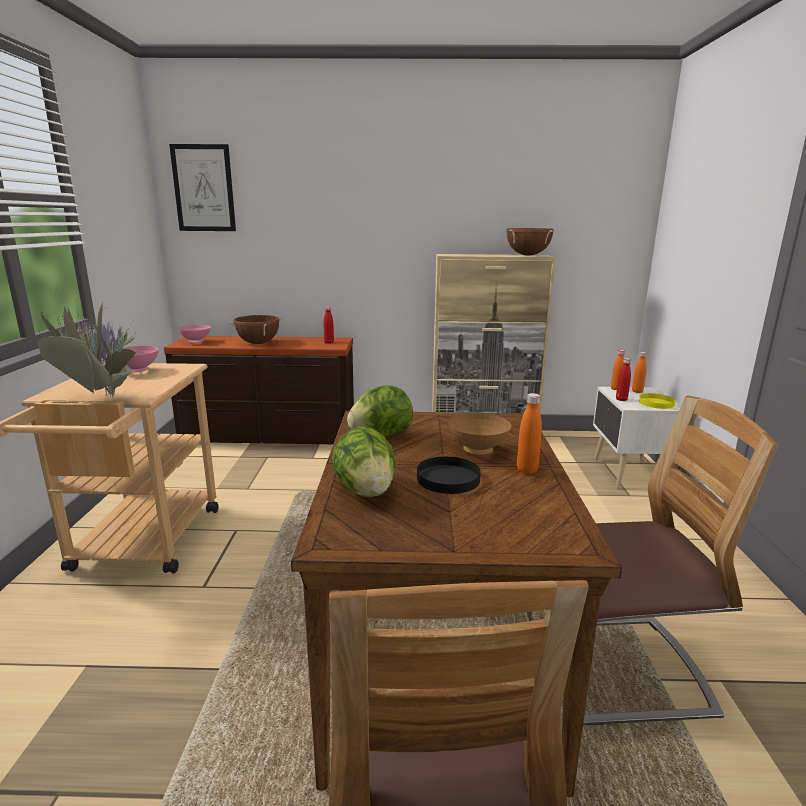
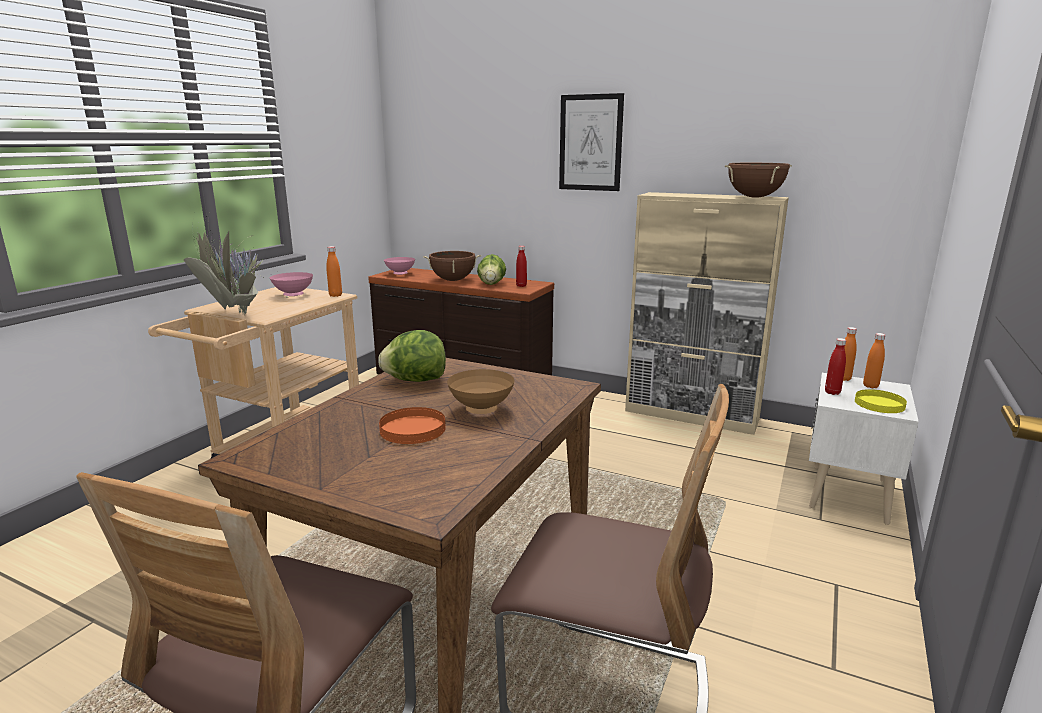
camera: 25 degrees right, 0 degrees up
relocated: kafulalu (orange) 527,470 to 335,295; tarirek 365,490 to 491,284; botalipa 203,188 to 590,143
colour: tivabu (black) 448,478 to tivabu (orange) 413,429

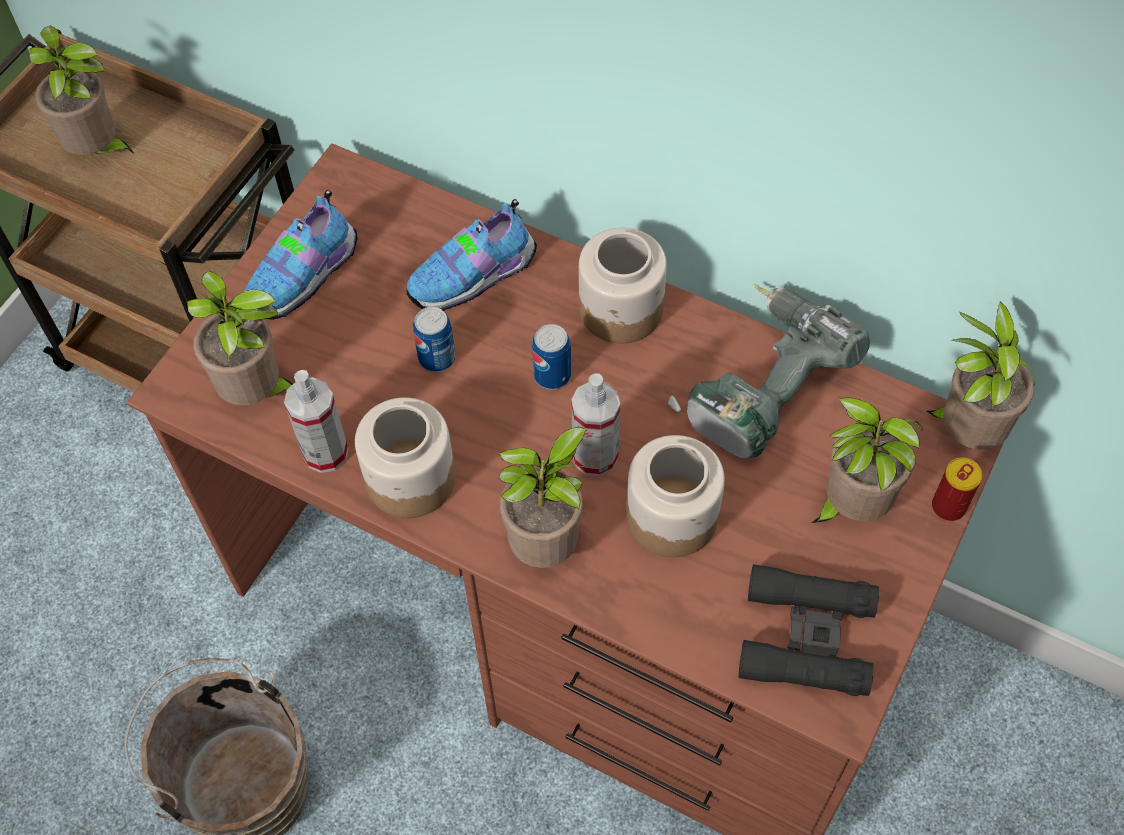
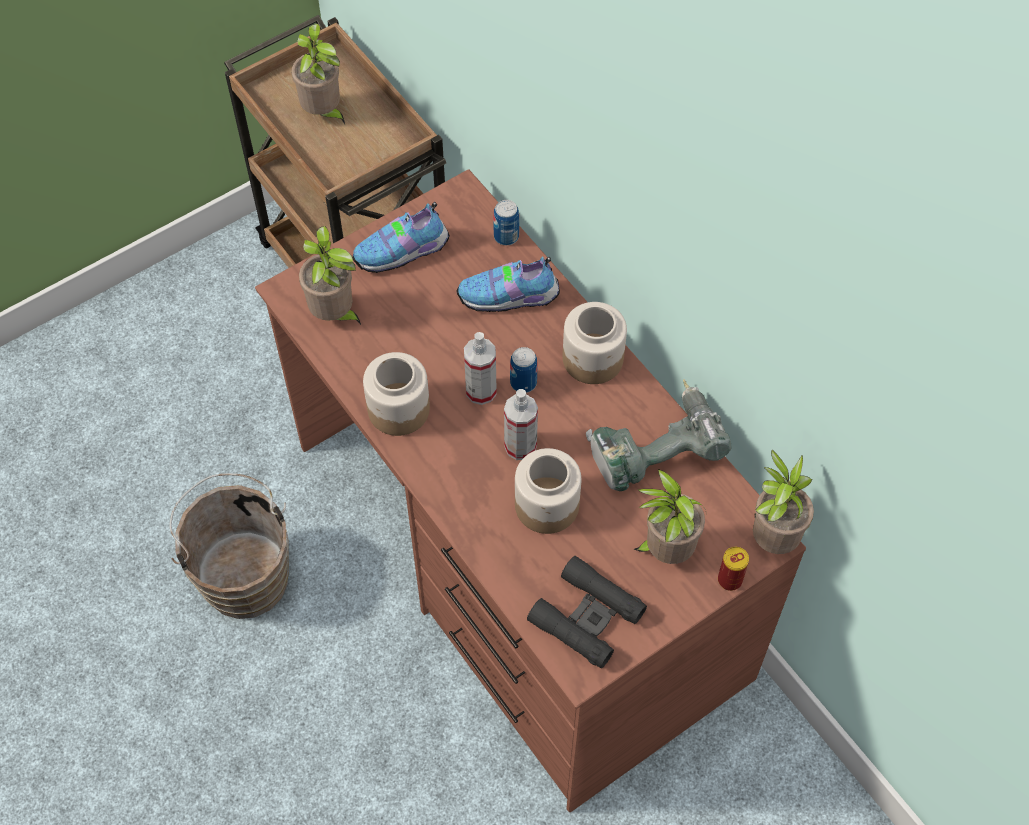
camera: 25 degrees right, 0 degrees up
missing: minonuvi 548,546
relocated: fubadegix 325,453 to 481,391; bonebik 437,358 to 506,236

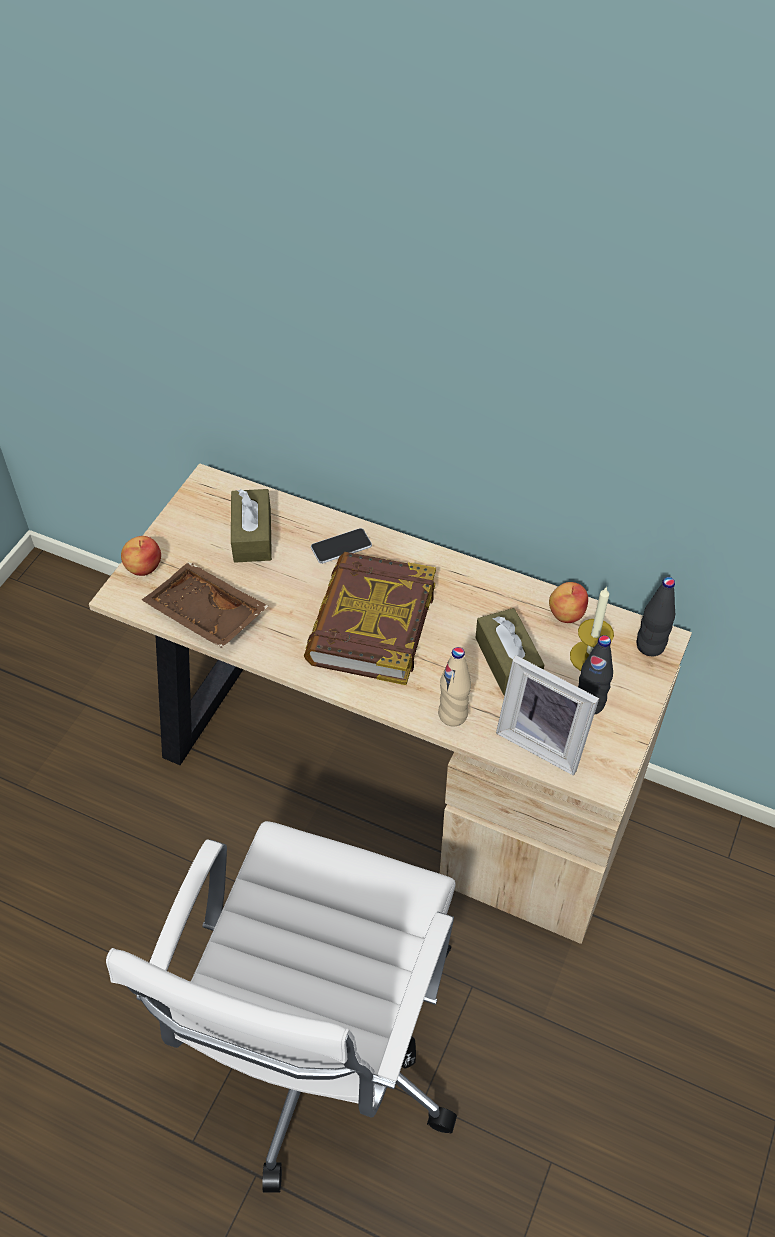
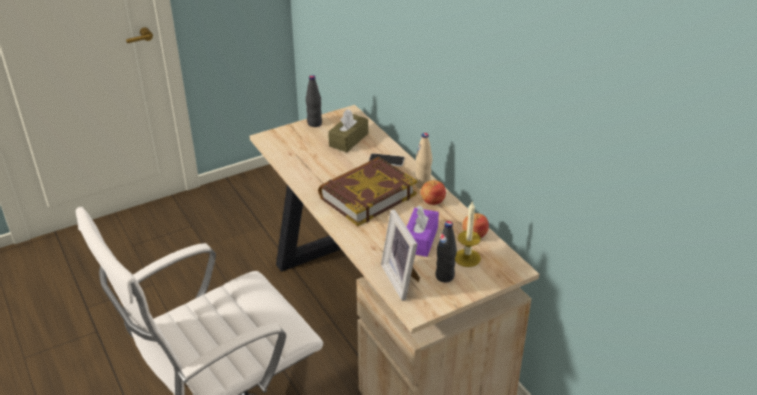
camera: 35 degrees right, 15 degrees down
missing: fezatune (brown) 204,615
relocated: kafulalu (black) 650,646 to 314,123; kafulalu (beige) 453,715 to 422,184; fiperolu 143,567 to 432,201
colour: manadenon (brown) 507,661 to manadenon (purple) 420,239

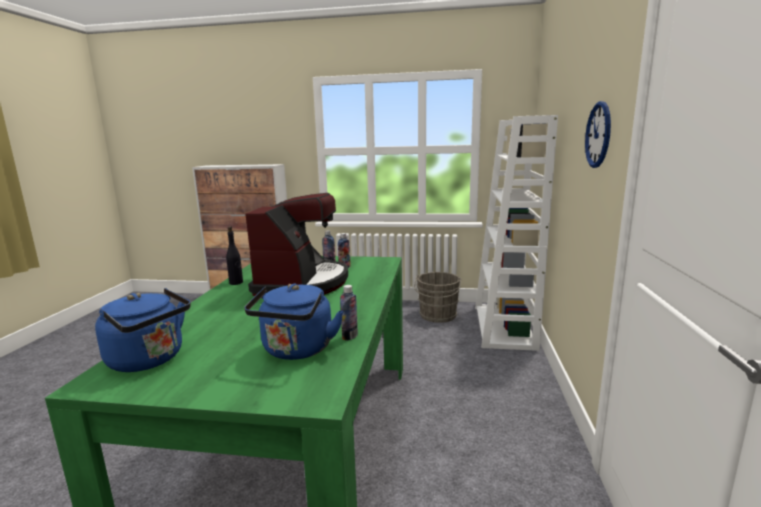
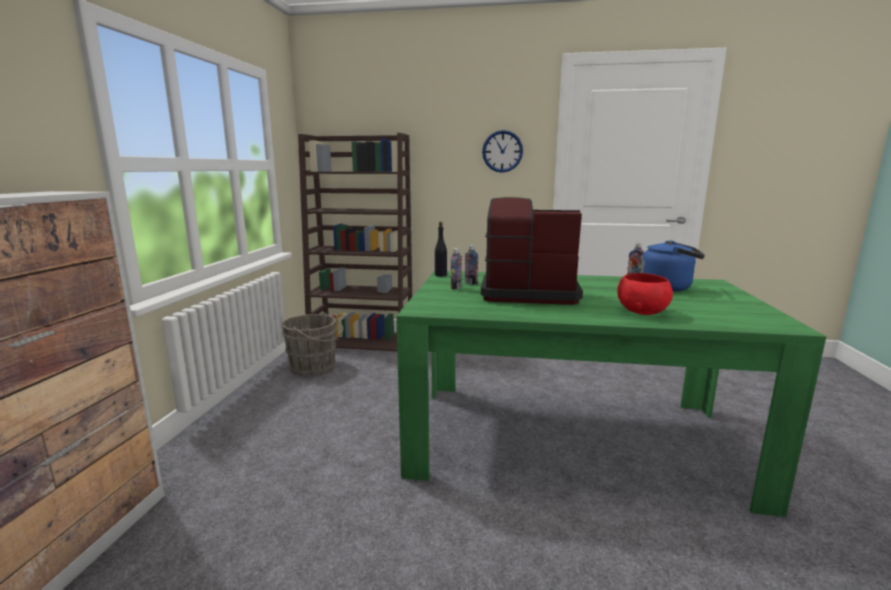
camera: 90 degrees left, 0 degrees up
missing: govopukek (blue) 150,360
appeared: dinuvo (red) 641,312
relocated: kafulalu (black) 236,283 to 441,275
colour: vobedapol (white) 504,327 to vobedapol (brown) 363,341

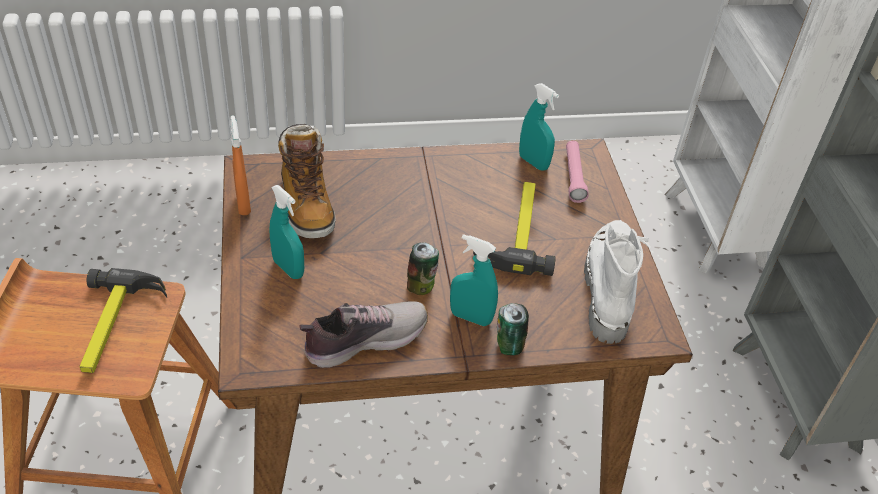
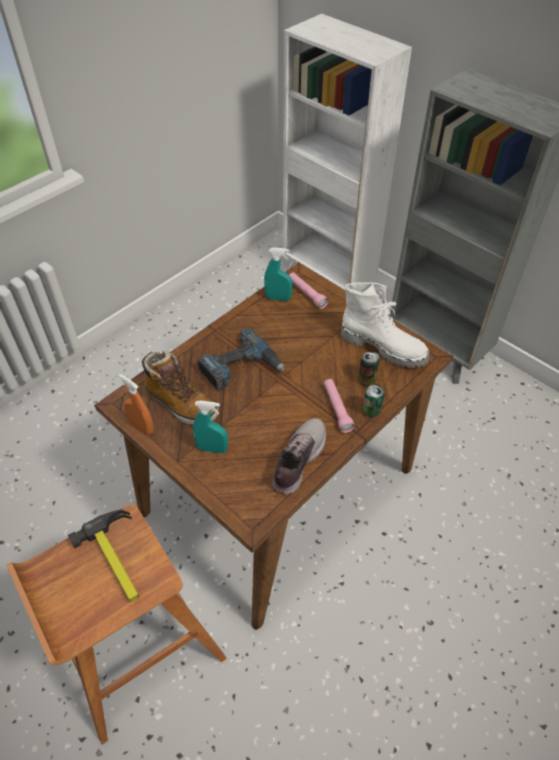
camera: 35 degrees left, 5 degrees up
missing: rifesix 517,231
appeared: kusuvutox 241,368
relocated: bonebik 421,286 to 367,379
exchanged: fubadegix (turquoise) 470,317 to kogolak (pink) 337,409
spun: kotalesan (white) 607,288 = 384,347 150 degrees clockwise

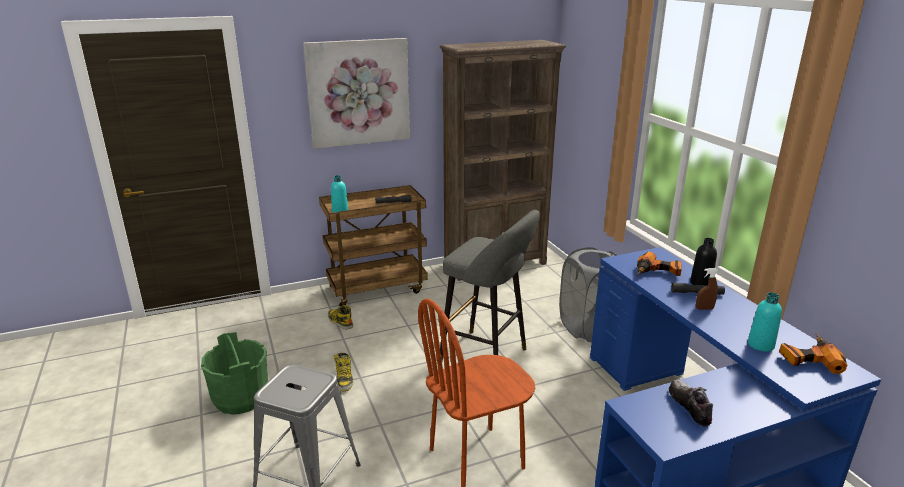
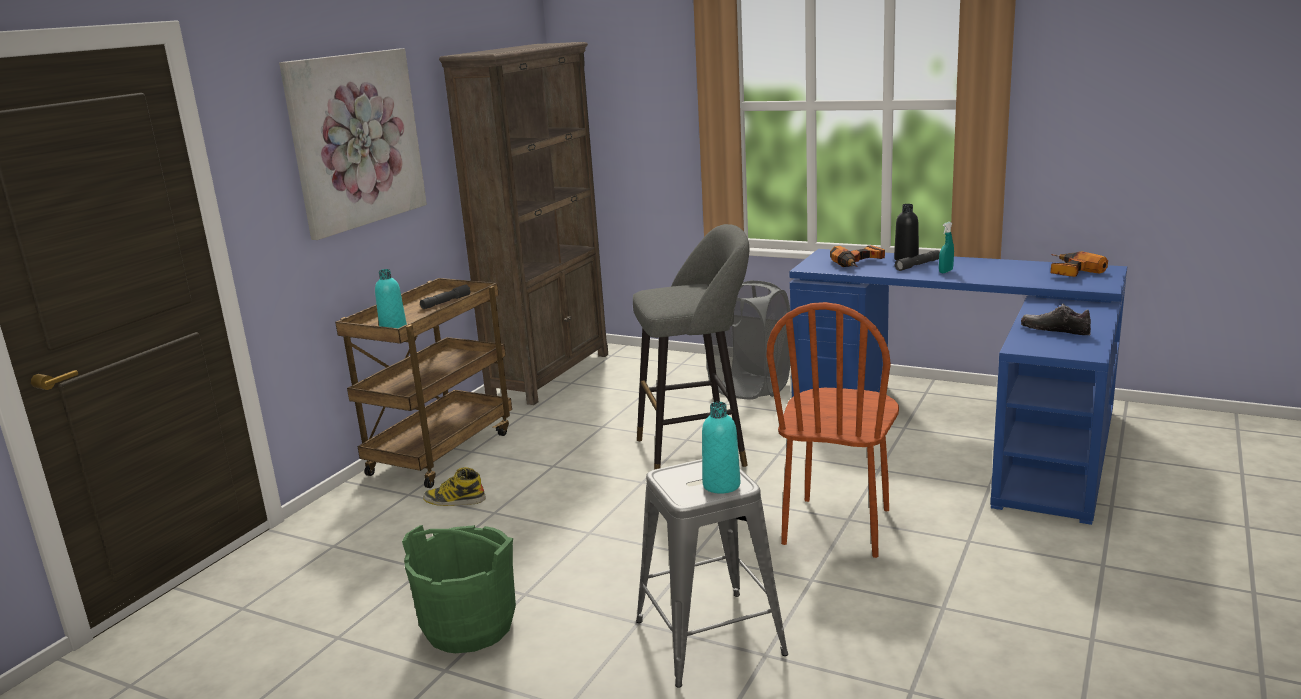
camera: 40 degrees left, 5 degrees down
missing: kotalesan 344,379
relocated: kafulalu (turquoise) 760,345 to 721,485
colour: fubadegix (brown) 704,308 to fubadegix (turquoise) 945,271

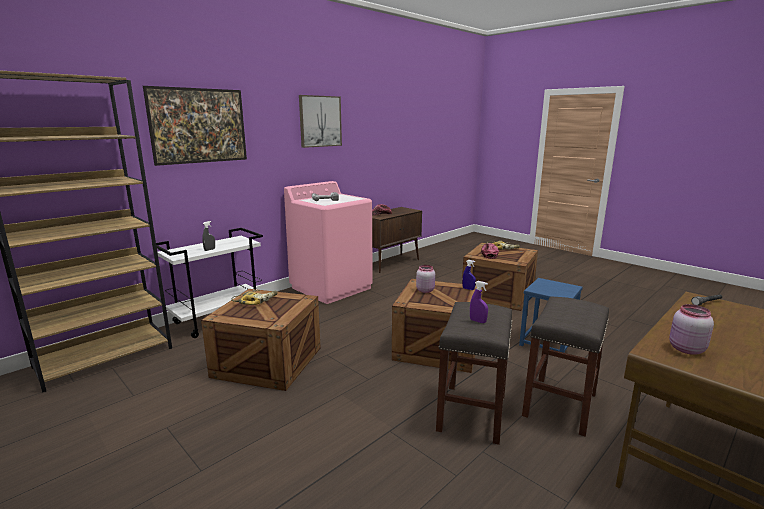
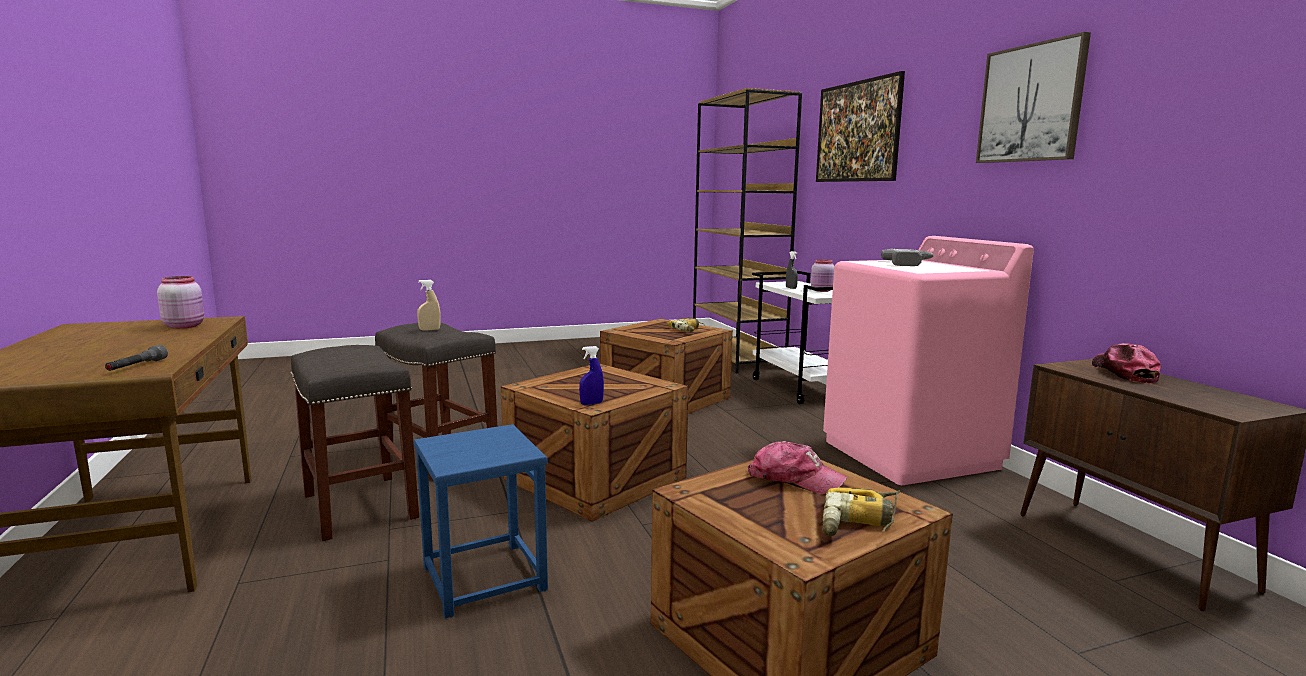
camera: 115 degrees right, 5 degrees down
relocated: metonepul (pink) 425,290 to 822,290
colour: fubadegix (purple) 477,321 to fubadegix (beige) 429,329

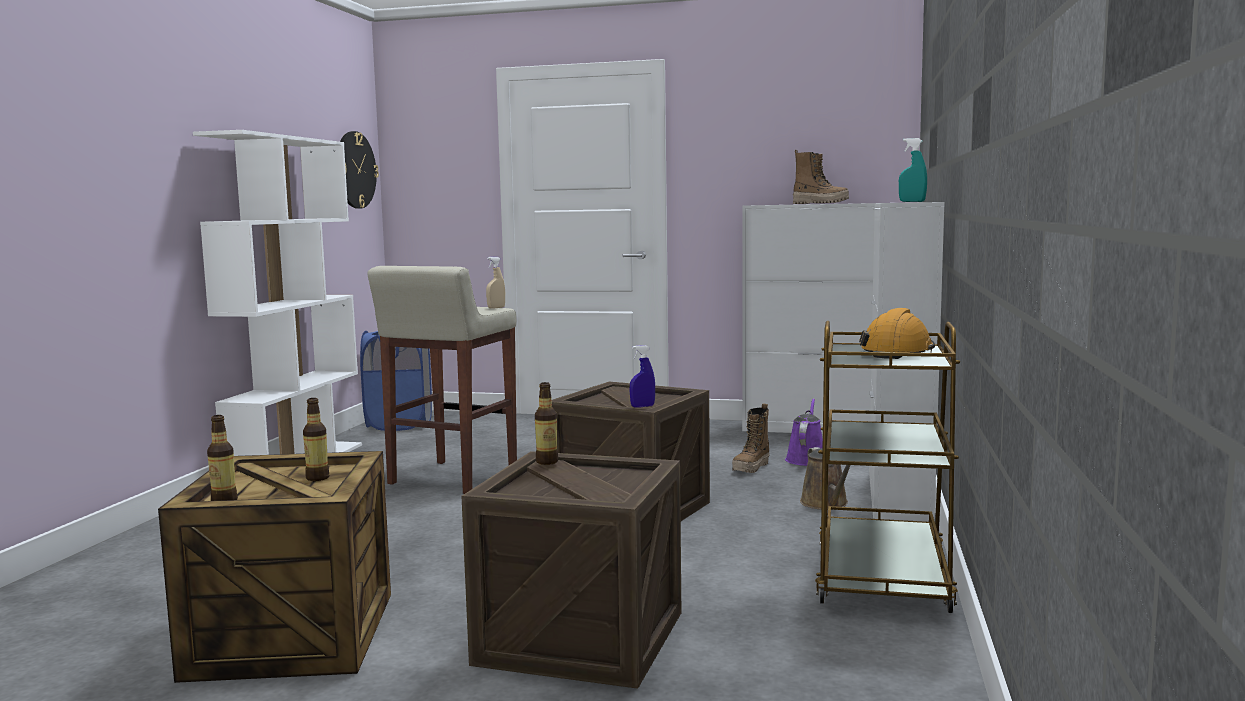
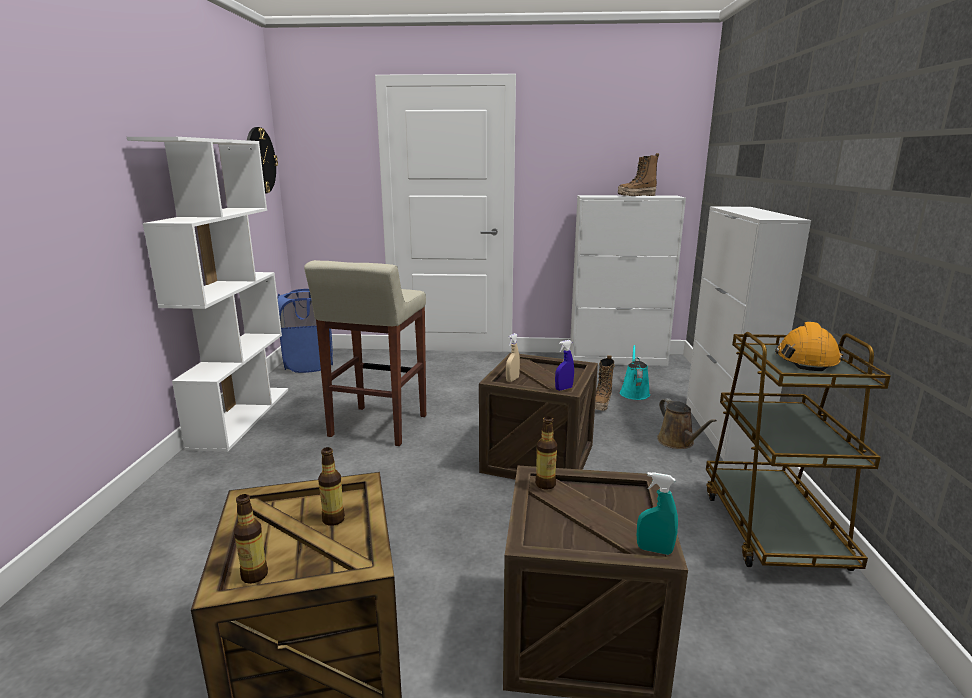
camera: 10 degrees left, 10 degrees up
relocated: fubadegix (beige) 496,308 to 512,379; fubadegix (turquoise) 912,201 to 654,550
colour: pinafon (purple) 806,459 to pinafon (turquoise) 634,392
spun: kotalesan 820,203 = 636,196 150 degrees clockwise

